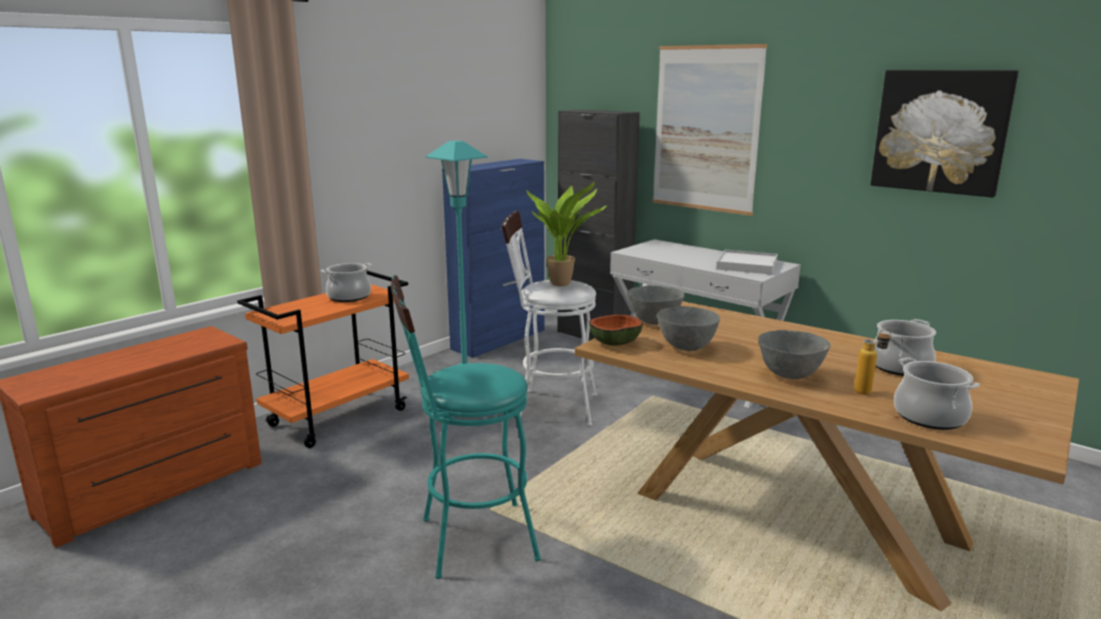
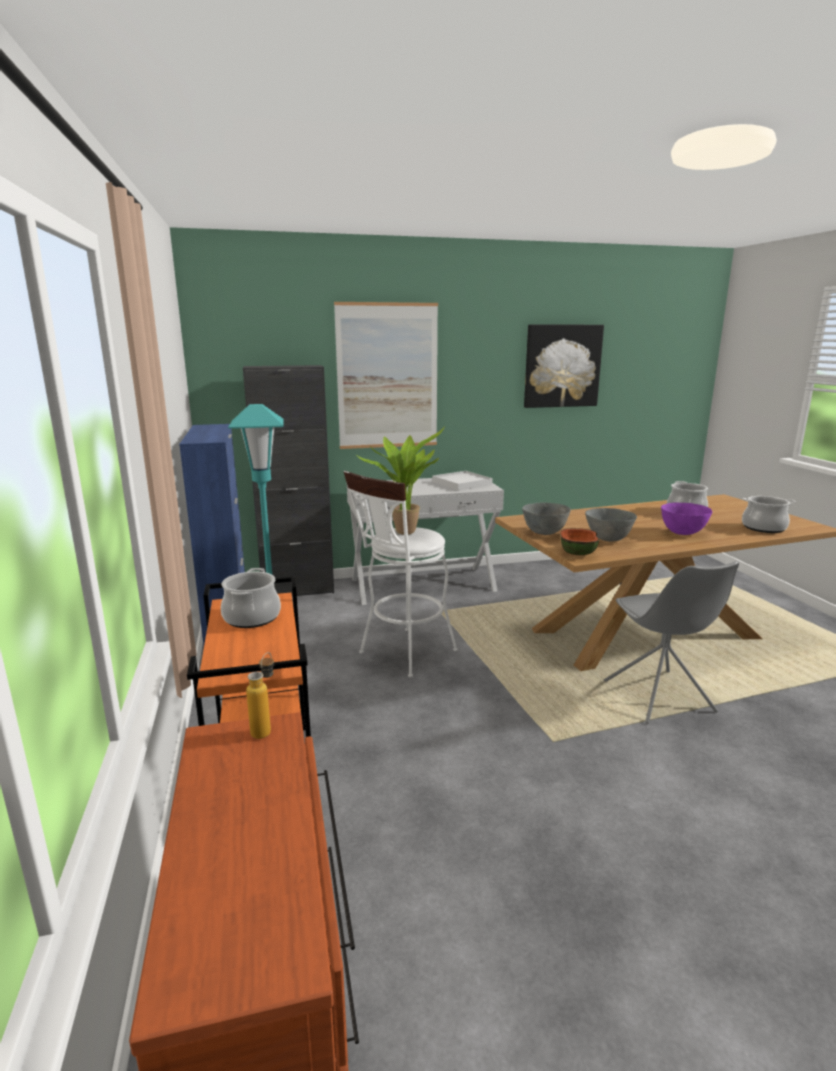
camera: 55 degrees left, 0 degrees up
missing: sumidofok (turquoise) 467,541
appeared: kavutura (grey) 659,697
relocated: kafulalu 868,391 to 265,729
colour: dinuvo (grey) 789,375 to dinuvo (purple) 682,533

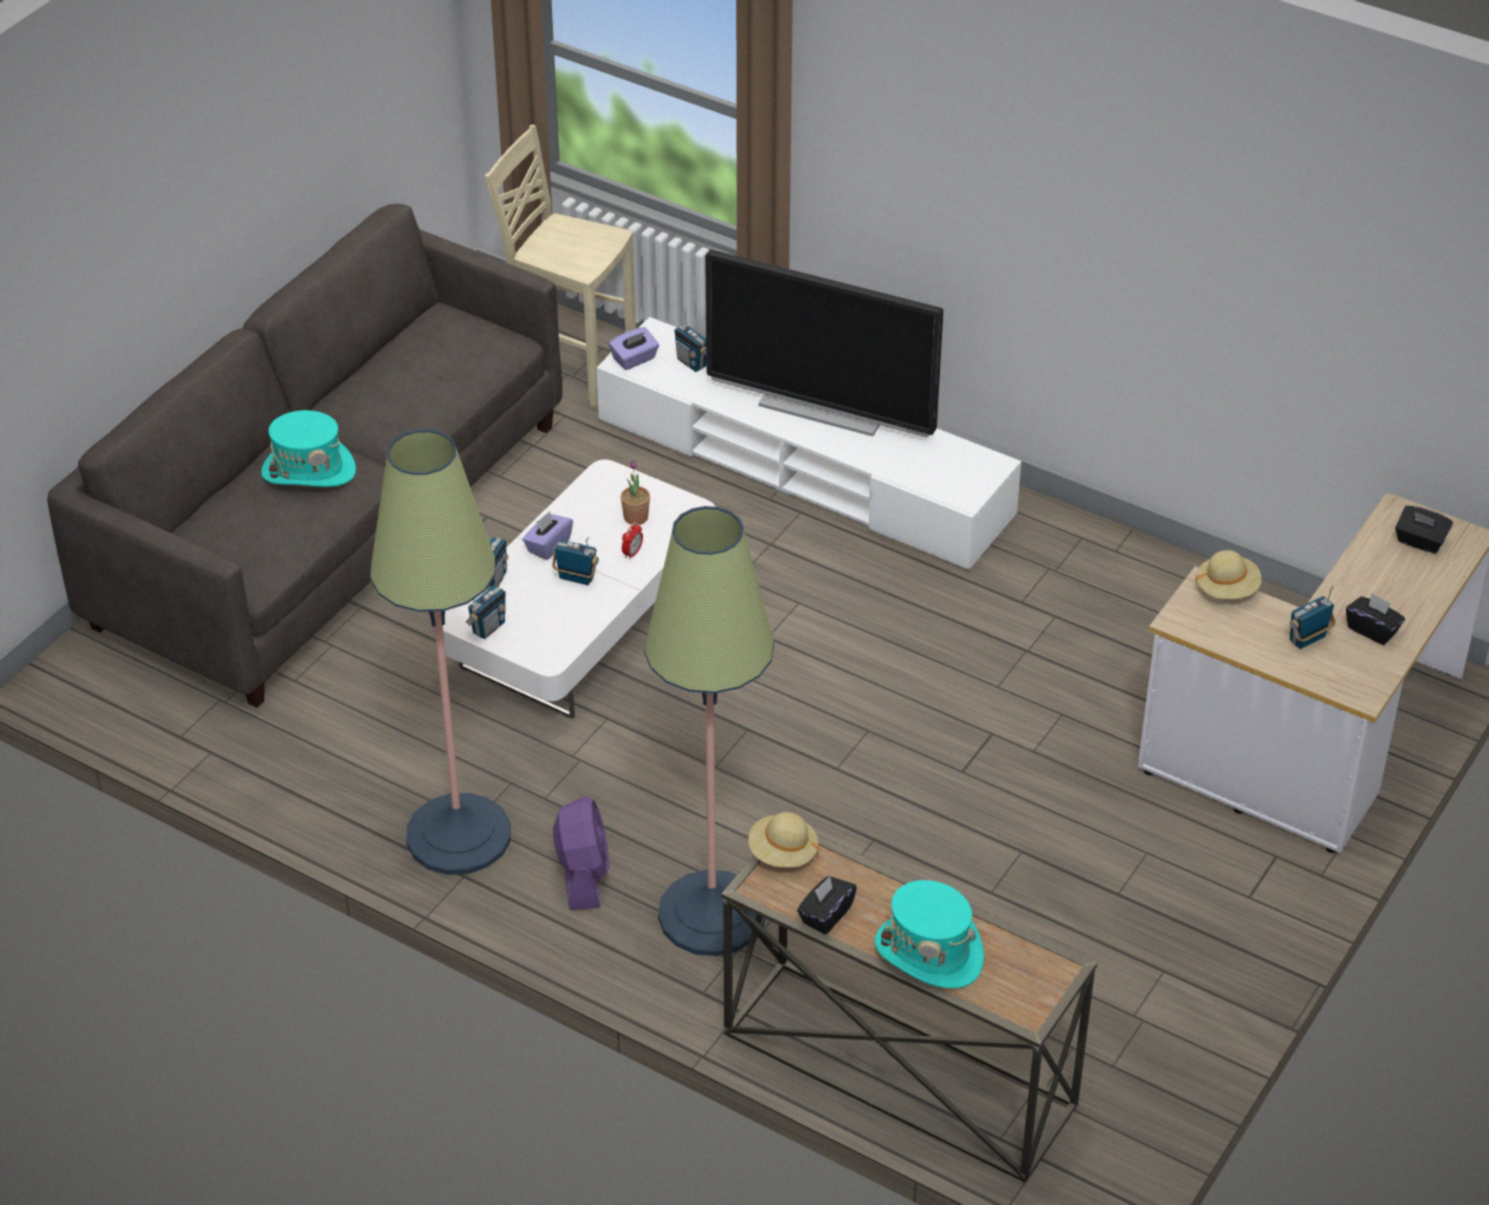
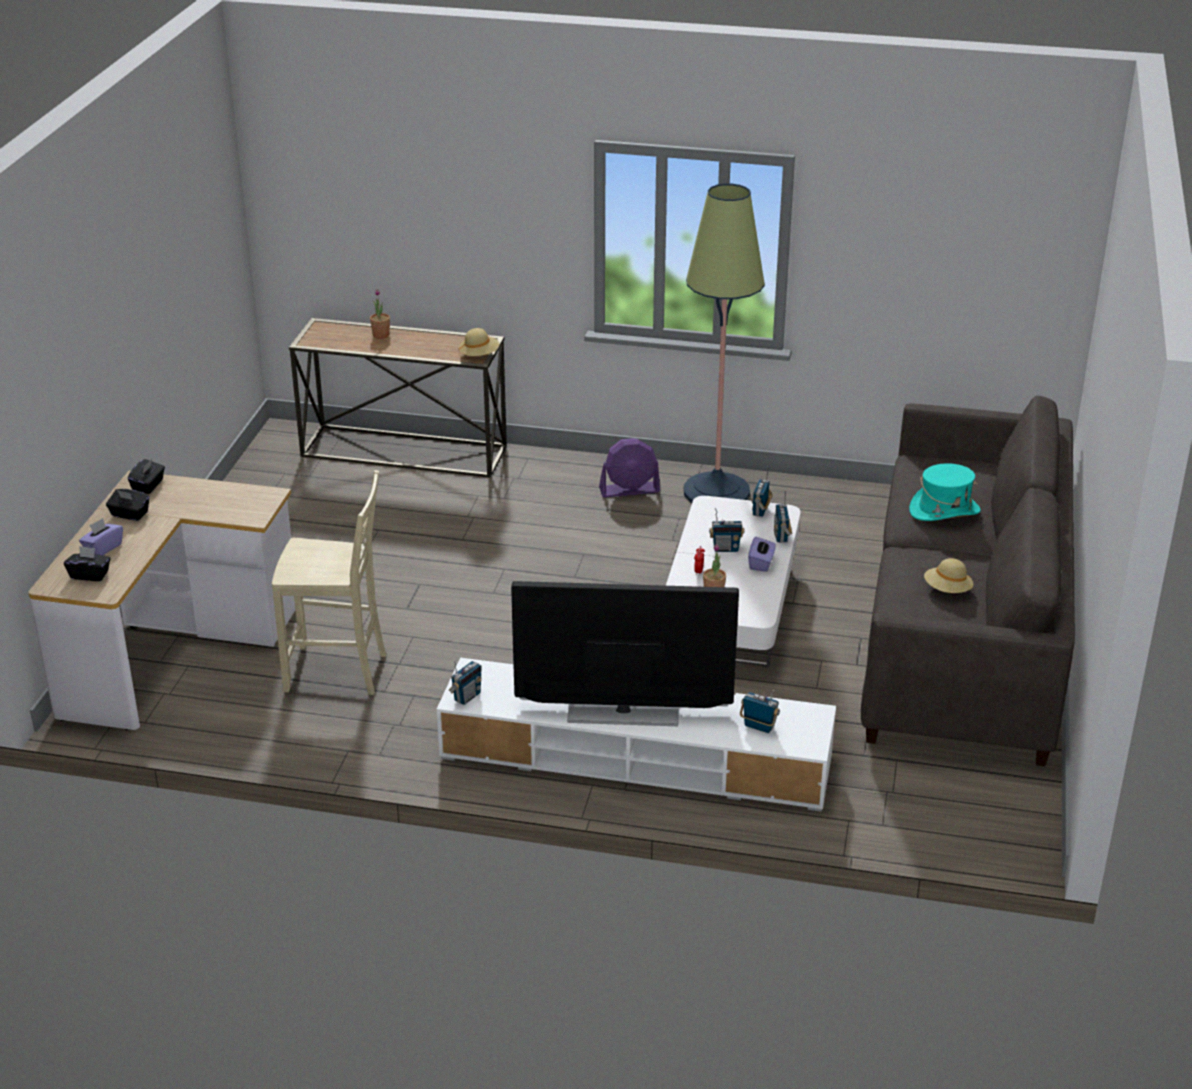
camera: 160 degrees right, 10 degrees down
missing: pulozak 712,914
relocated: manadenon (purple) 634,359 to 103,548; manadenon (black) 826,915 to 148,486; kavutura (beige) 569,366 to 338,672; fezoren 1308,639 to 467,697; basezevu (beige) 1227,589 to 947,590
exchanged: basezevu (turquoise) 929,952 to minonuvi 381,335
spun: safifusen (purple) 583,874 = 629,490 75 degrees counterclockwise

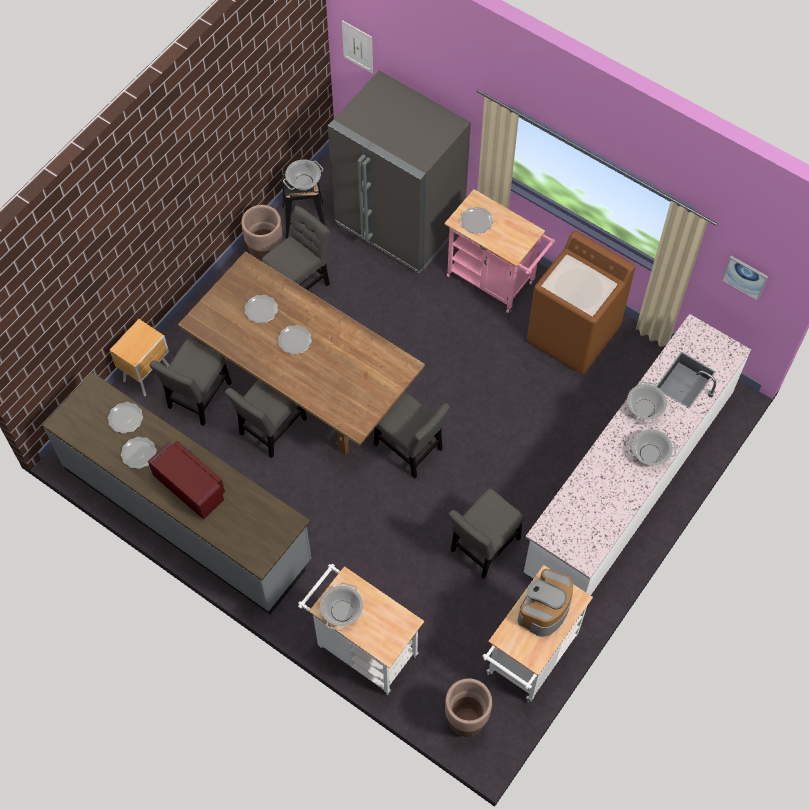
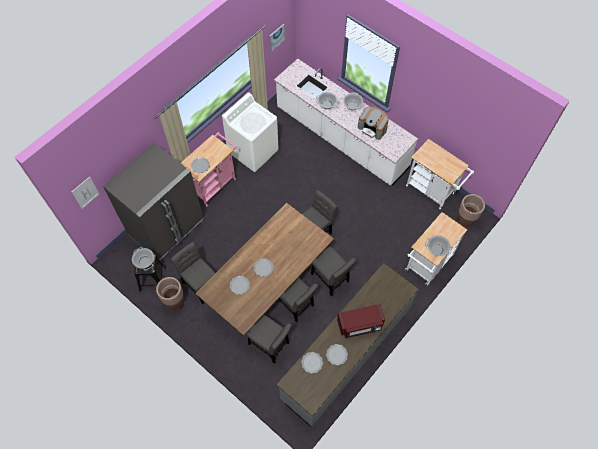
camera: 85 degrees left, 0 degrees up
missing: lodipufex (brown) 148,374
relocated: kavutura (grey) 483,548 to 331,279; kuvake 544,609 to 372,128
colour: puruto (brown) 573,335 to puruto (white) 253,151
spun: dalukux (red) 191,486 = 360,325 150 degrees counterclockwise

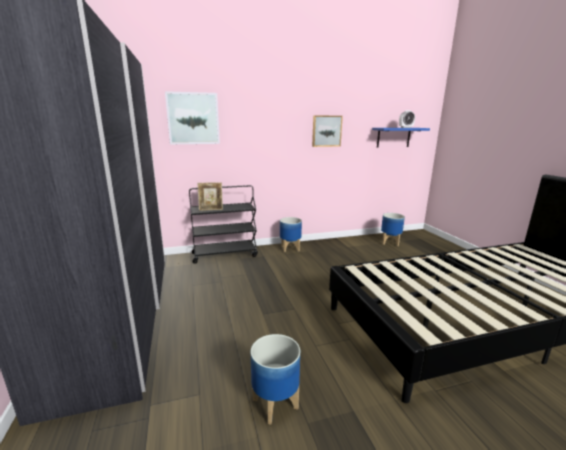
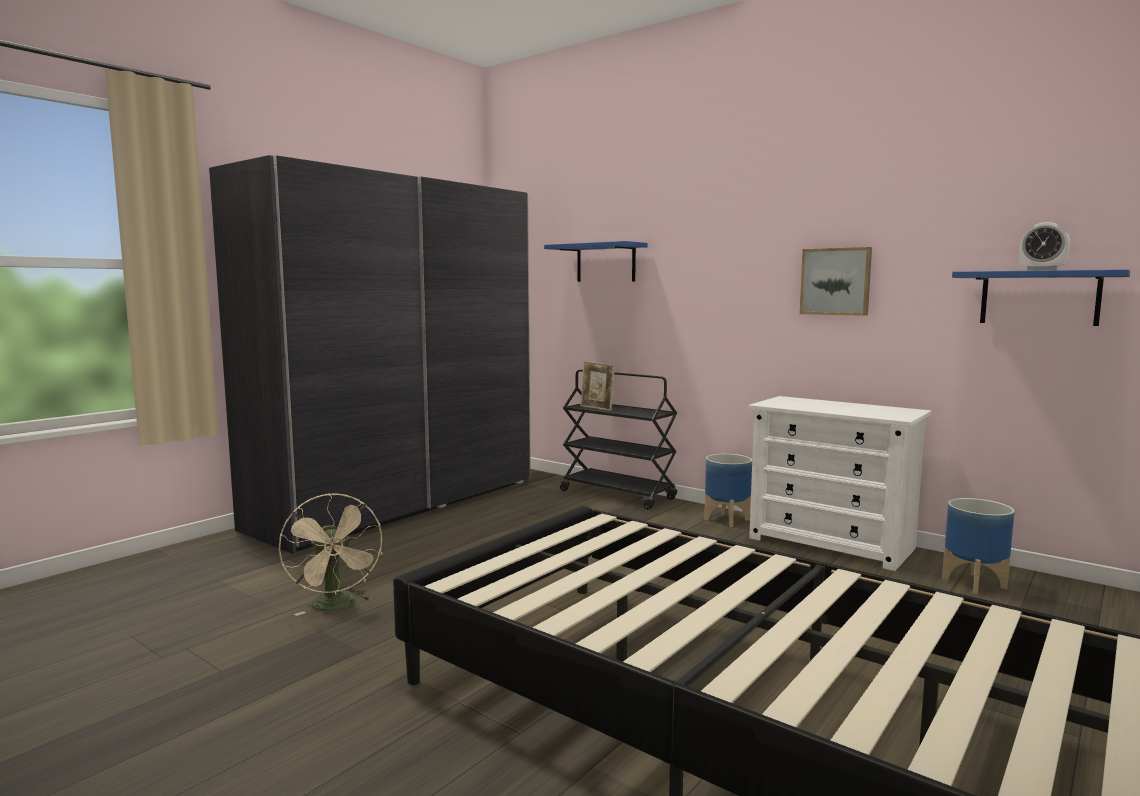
camera: 55 degrees right, 10 degrees down
appeared: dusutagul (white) 831,543
exchanged: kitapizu 274,403 to safifusen (beige) 337,607; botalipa 193,118 to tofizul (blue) 605,263

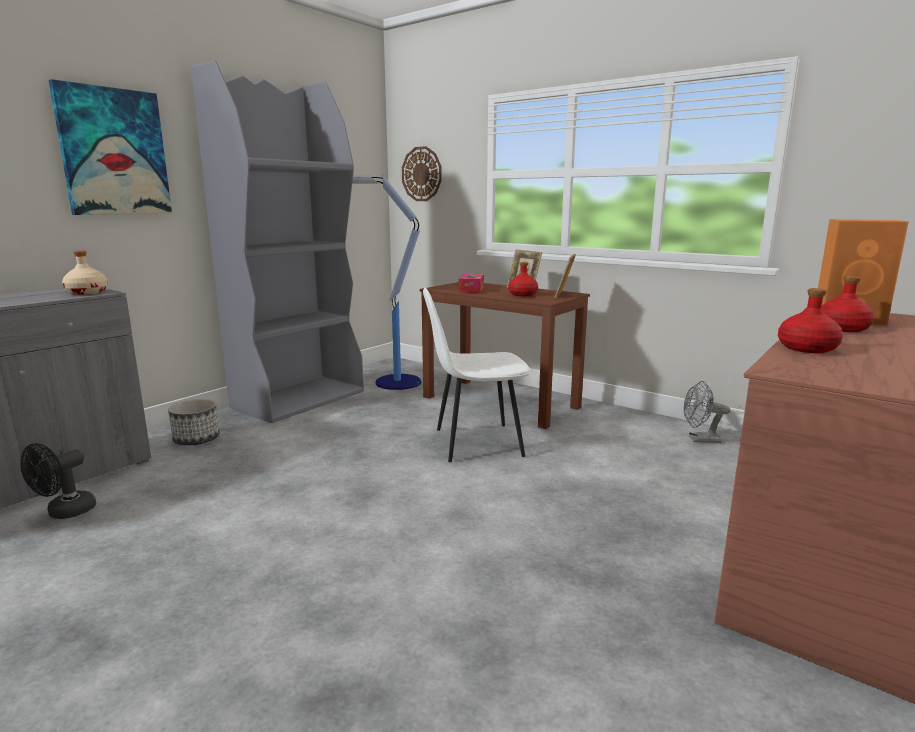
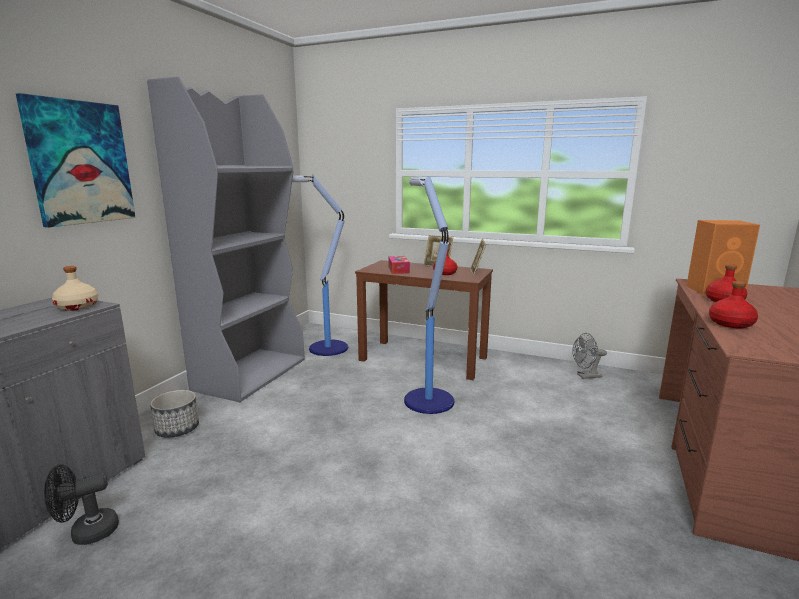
camera: 15 degrees left, 0 degrees up
missing: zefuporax 421,174
exchanged: kavutura (white) 475,442 to pulozak 427,400
spun: safifusen (black) 65,513 = 87,533 45 degrees clockwise

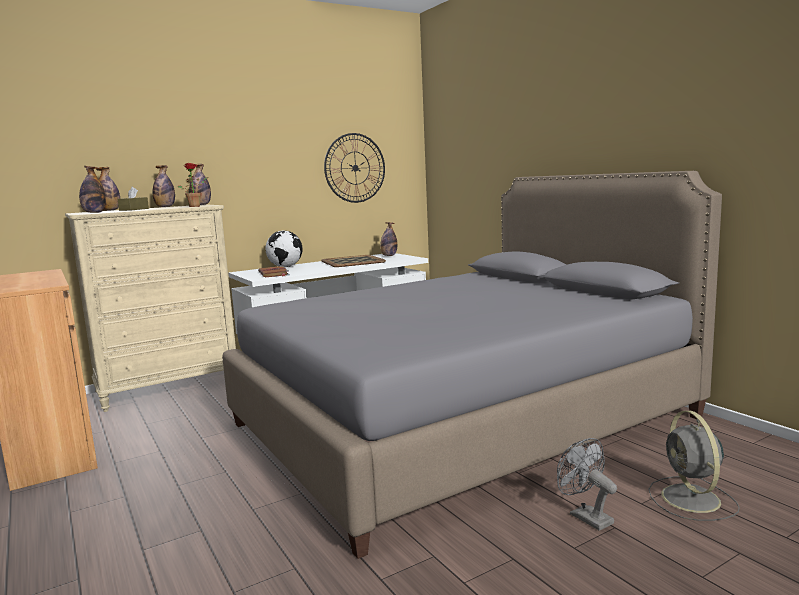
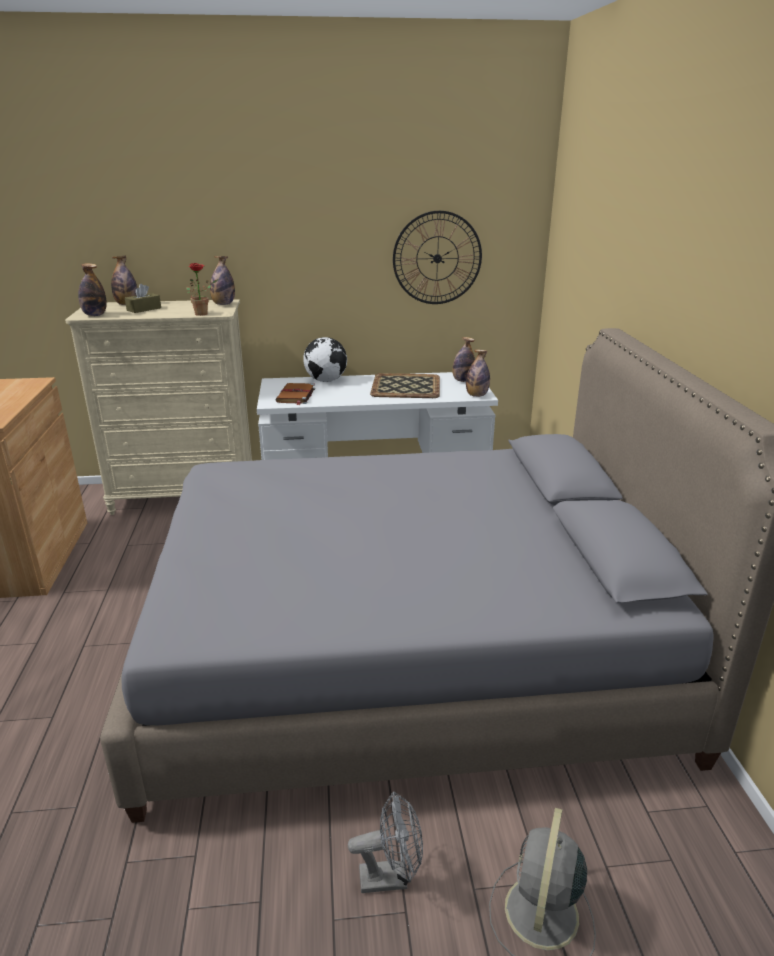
camera: 25 degrees right, 15 degrees up
relocated: kafulalu 165,207 to 476,395
spun: safifusen (grey) 585,516 = 391,877 90 degrees clockwise

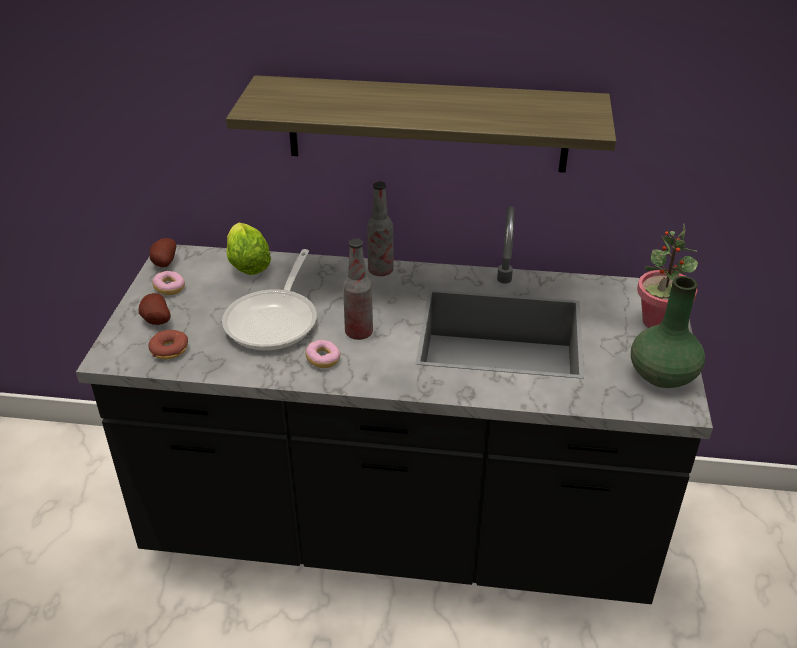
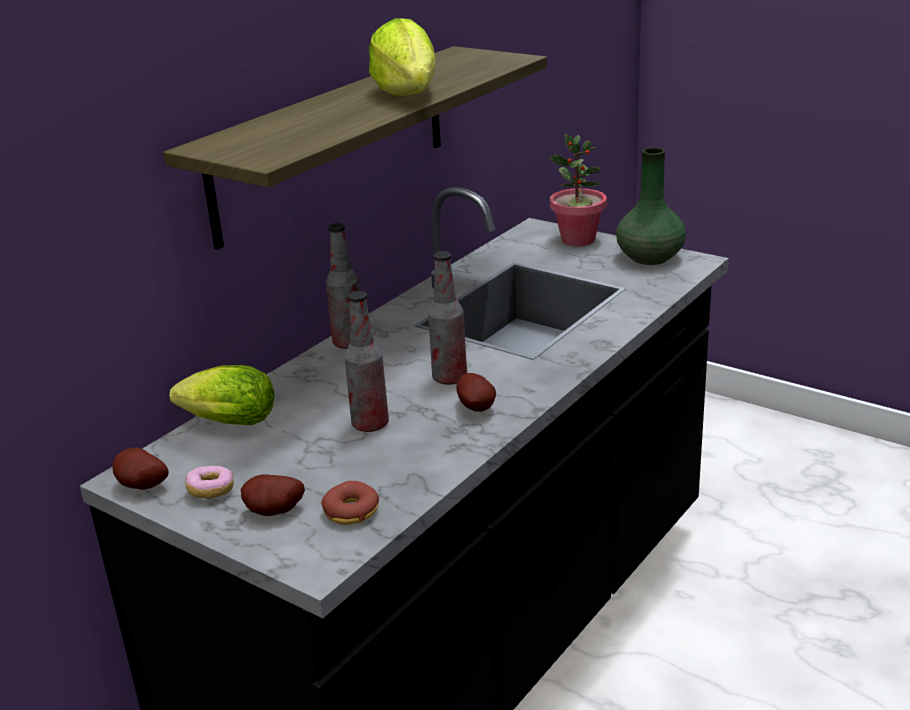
camera: 60 degrees left, 10 degrees down
appeared: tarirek 408,94
exchanged: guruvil 275,320 to kafulalu 370,424; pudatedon 323,360 to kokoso 477,408

